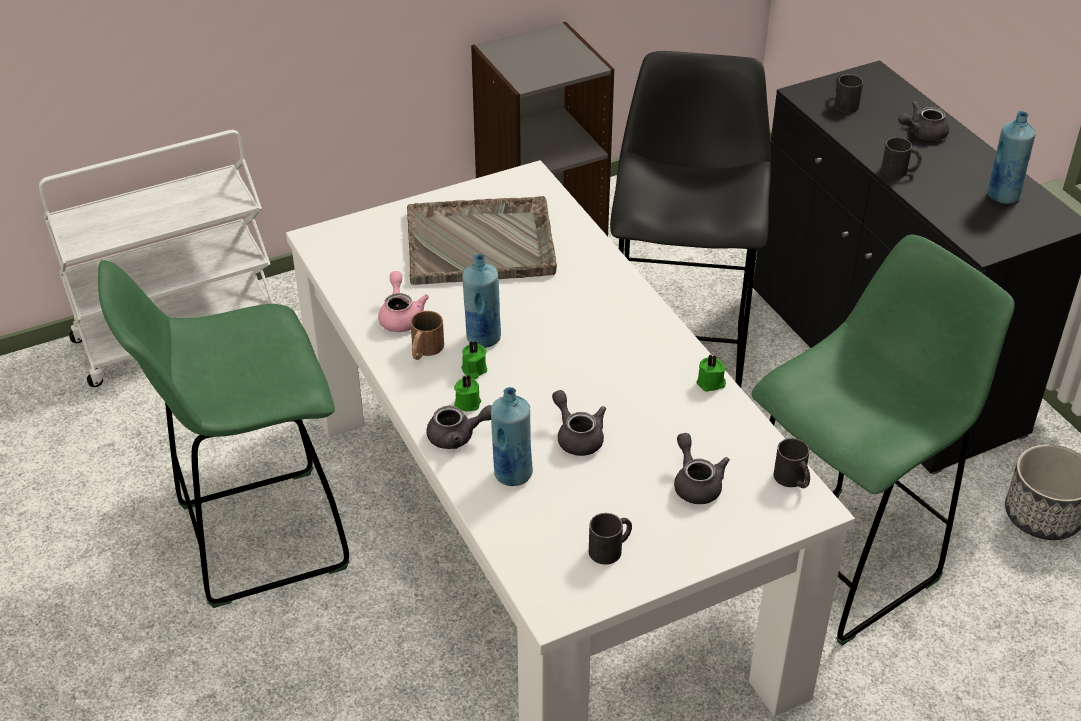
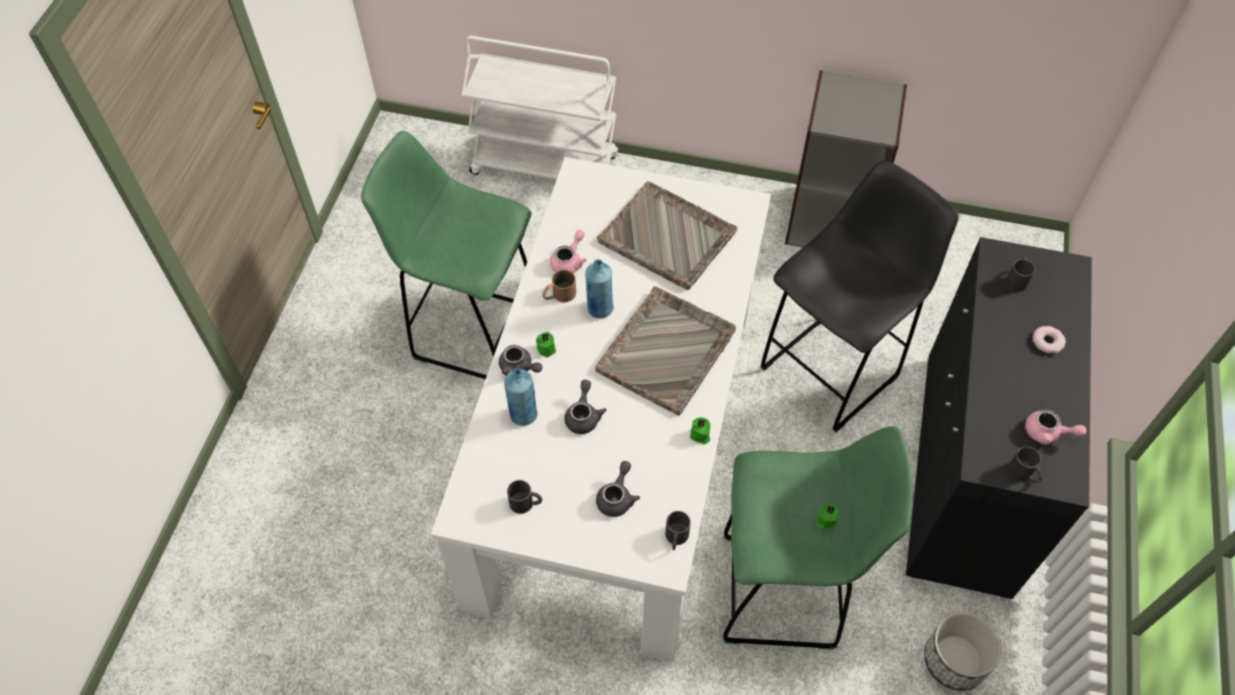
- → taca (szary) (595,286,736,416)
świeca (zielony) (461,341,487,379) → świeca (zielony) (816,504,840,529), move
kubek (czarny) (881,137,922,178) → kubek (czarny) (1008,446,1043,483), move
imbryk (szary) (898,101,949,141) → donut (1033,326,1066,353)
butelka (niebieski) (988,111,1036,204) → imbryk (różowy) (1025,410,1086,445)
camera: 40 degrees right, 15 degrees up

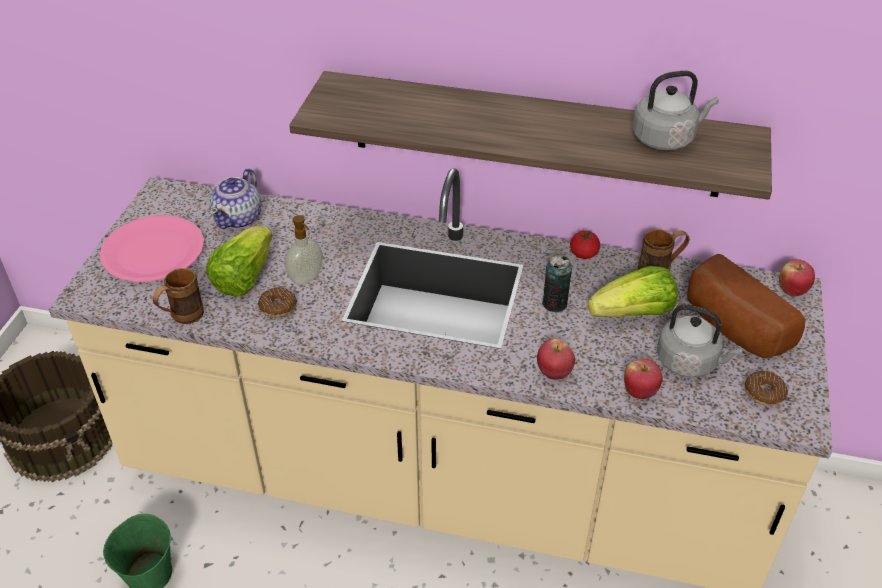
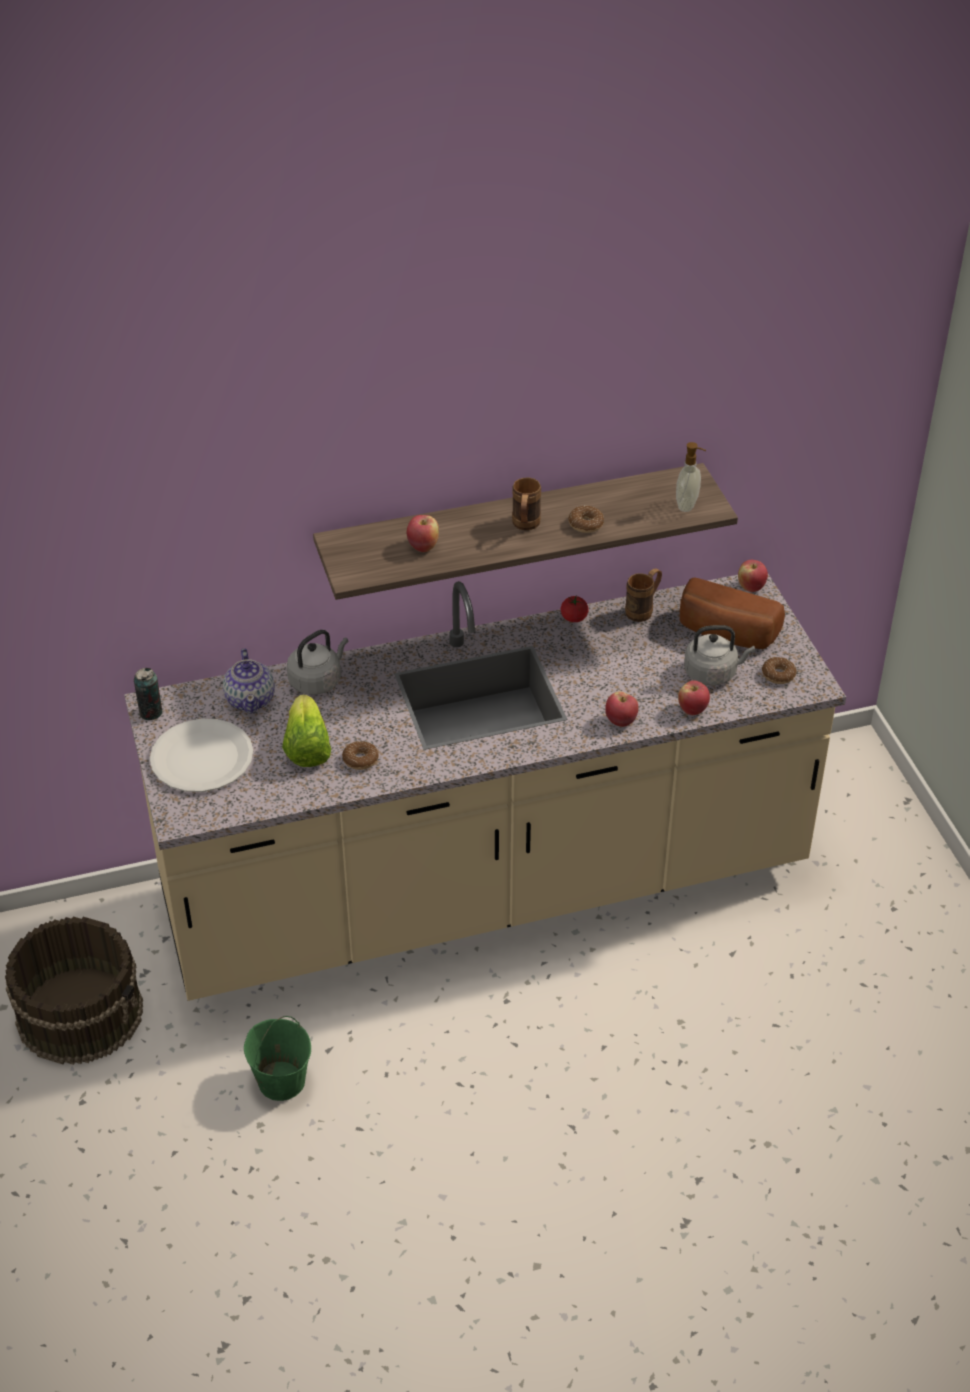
sałata (588,266,677,317) → -
- → jabłko (407,515,439,552)
- → donut (568,506,604,533)
kubek (brązowy) (153,268,204,324) → kubek (brązowy) (512,477,541,530), move
dozownik mydła (285,215,323,285) → dozownik mydła (676,442,706,512), move
puszka (542,255,572,312) → puszka (134,668,162,720), move
czajnik (szary) (632,71,719,151) → czajnik (szary) (287,630,348,695), move
talerz (różowy) (100,215,204,282) → talerz (biały) (150,719,253,792)
camera: 30 degrees left, 0 degrees up

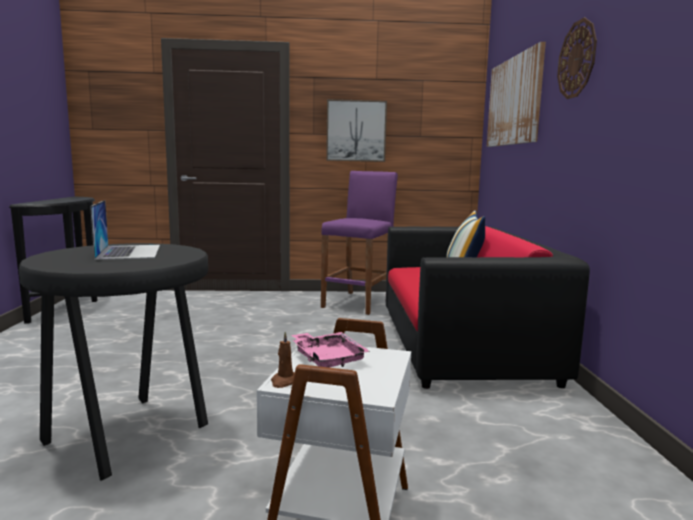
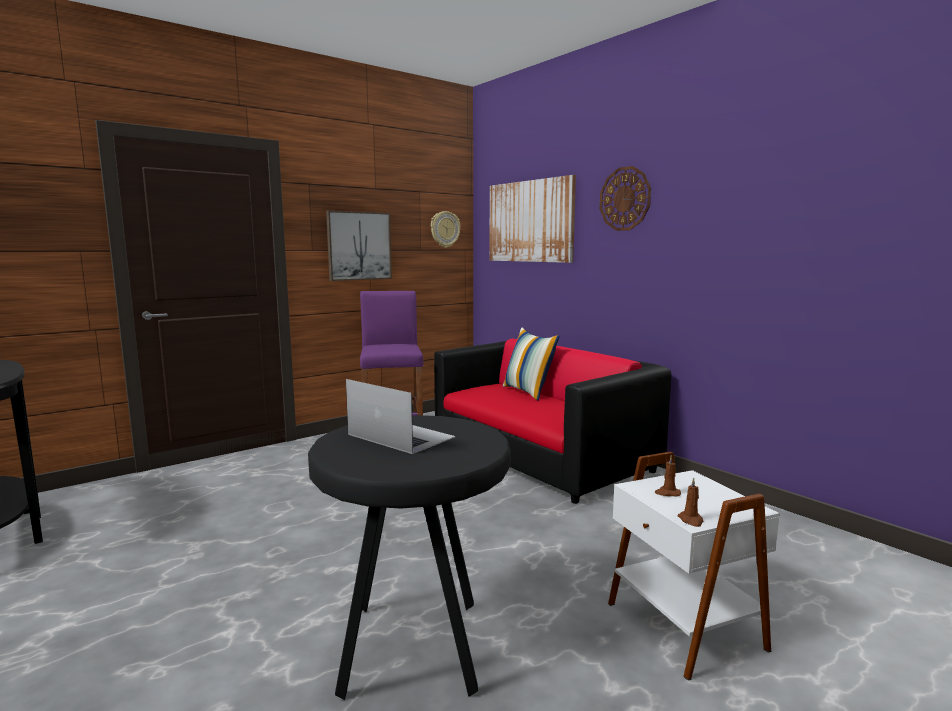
- → zegar ścienny (431,211,461,248)
taca (różowy) (292,332,369,368) → świeca (brązowy) (655,455,681,496)
camera: 35 degrees left, 0 degrees up

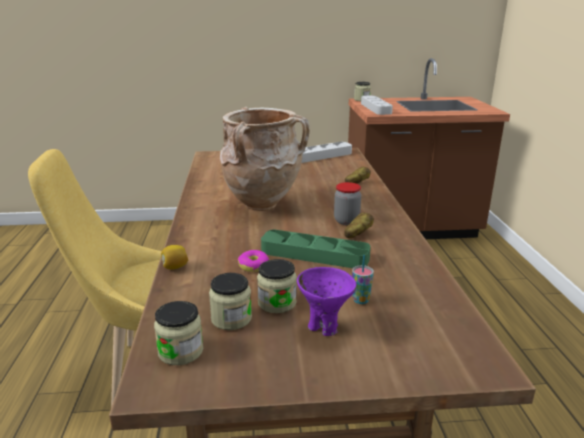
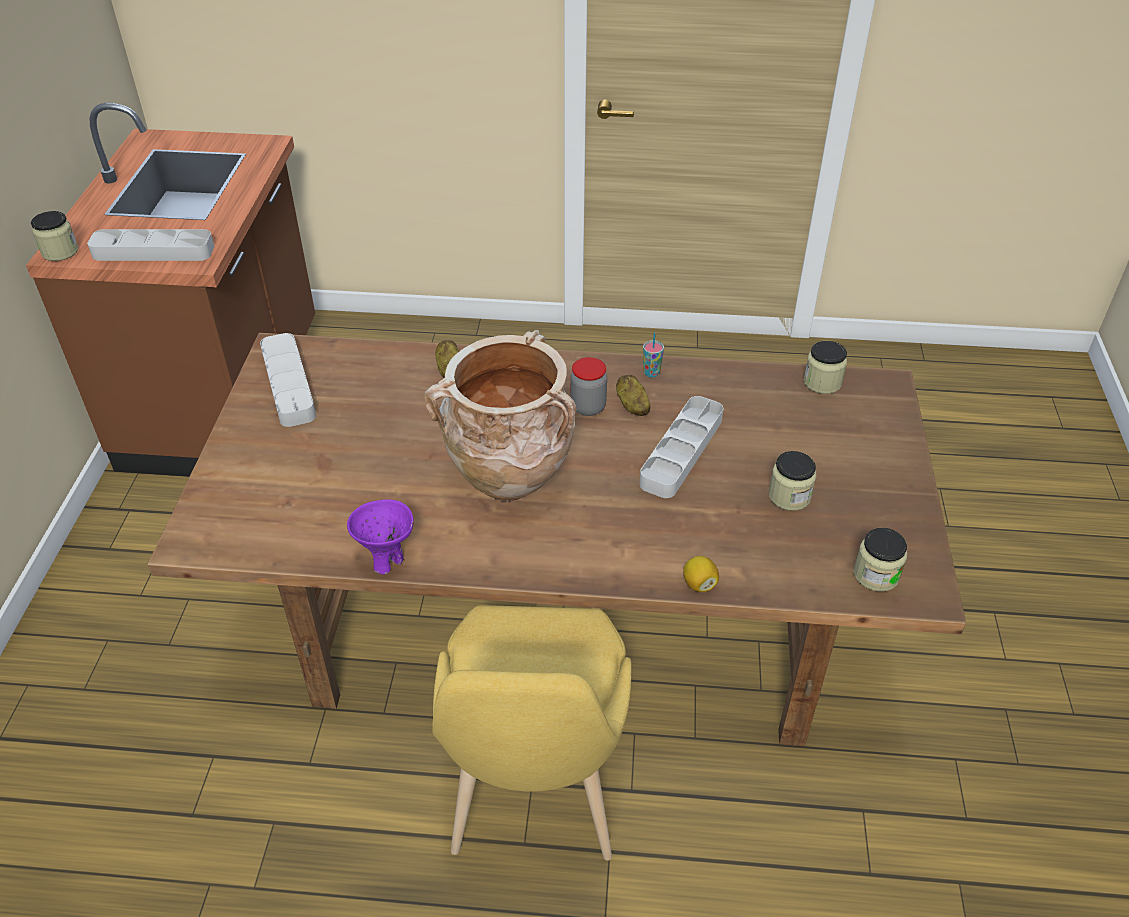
donut (238,250,269,272) → -
słoik (209,273,252,330) → słoik (804,341,847,394), move
miska (fioletowy) (297,267,357,336) → miska (fioletowy) (347,499,414,574), move
filiżanka (352,255,374,304) → filiżanka (643,333,664,378), move
taca (zielony) (261,230,371,268) → taca (szary) (639,396,723,498)
camera: 80 degrees left, 20 degrees up

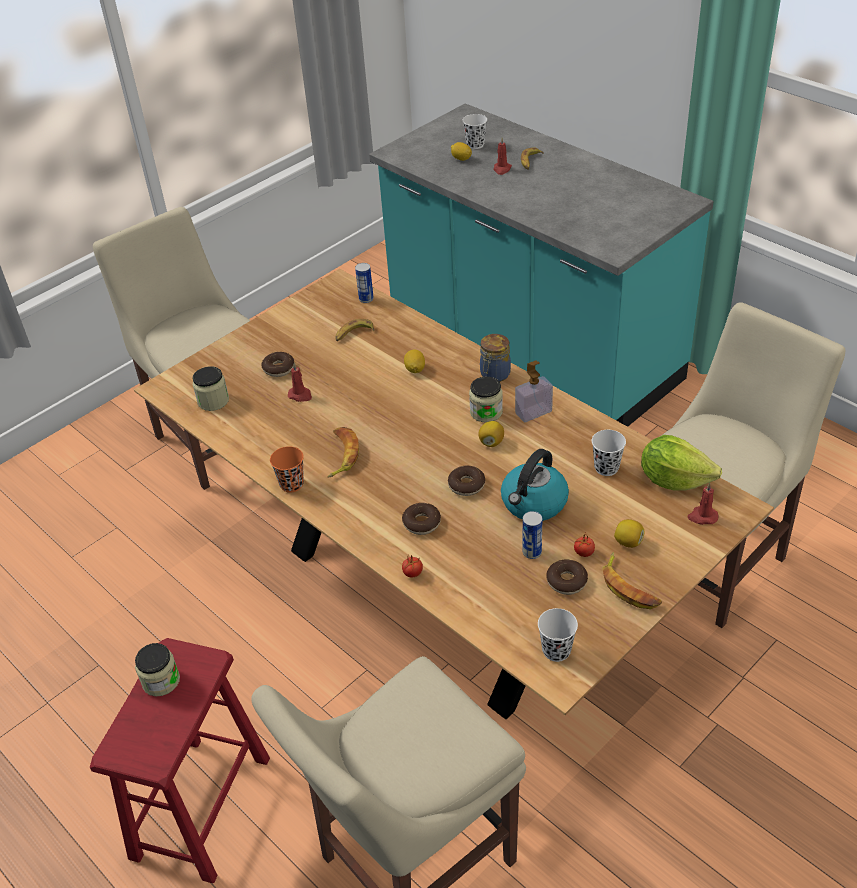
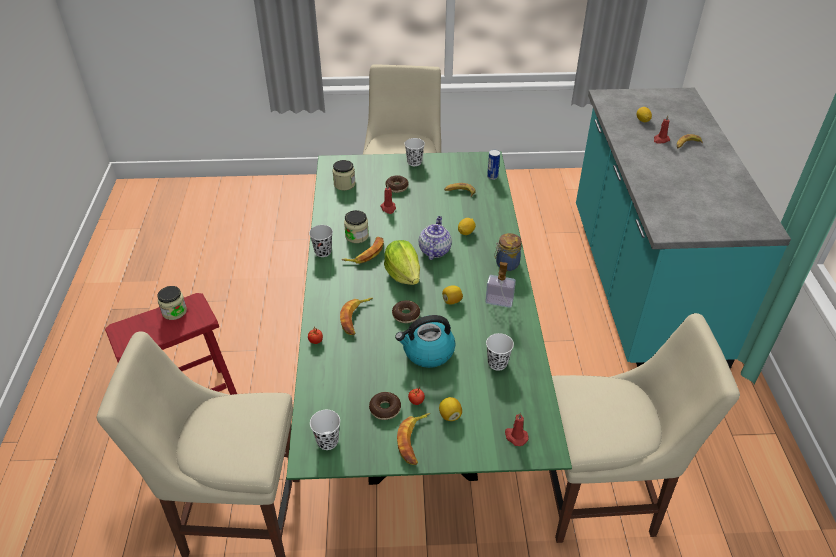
puszka (522,511,543,559) → -
- → imbryk (418,216,452,260)
filiżanka (biały) (463,114,487,149) → filiżanka (biały) (404,138,425,166), move
słoik (469,377,503,422) → słoik (344,210,369,243), move
sałata (641,435,722,491) → sałata (384,240,420,285), move
donut (402,503,441,535) → banan (340,298,373,335)
stół jadalny (brązowy) (134,269,774,719) → stół jadalny (zielony) (286,151,572,485)
filiżanka (pomarańczowy) (270,446,304,493) → filiżanka (czarny) (309,225,333,257)
camera: 40 degrees right, 0 degrees up

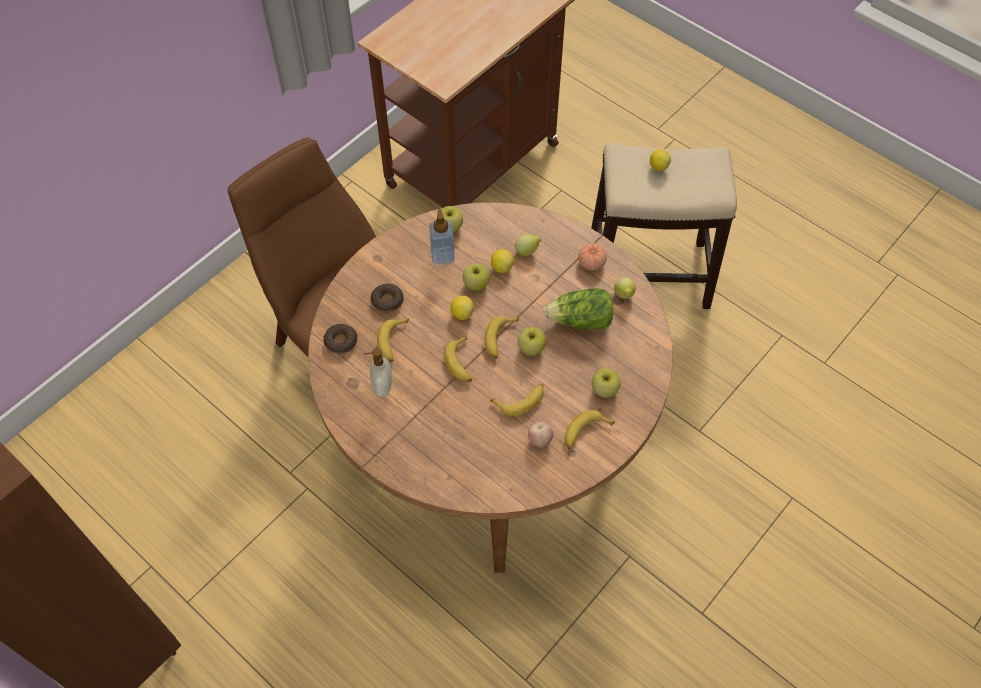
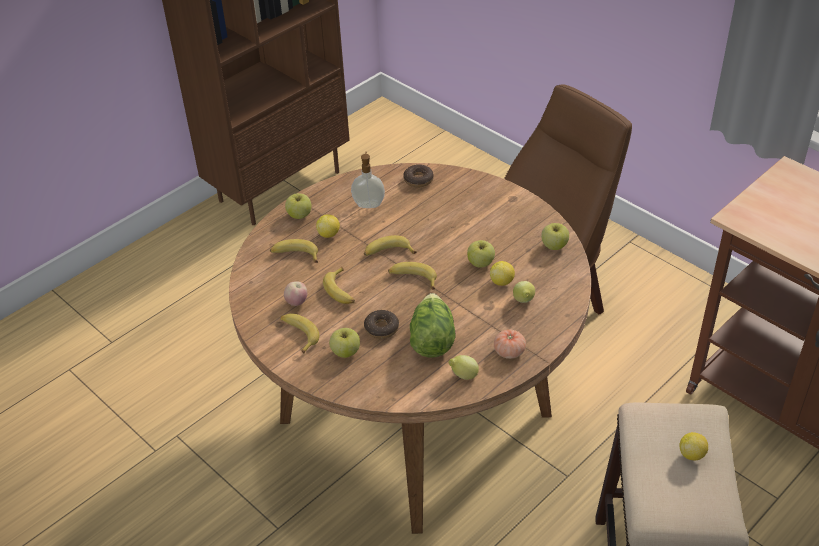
dozownik mydła (429,209,455,264) → -
donut (371,284,404,313) → donut (364,310,399,339), move
banan (377,318,409,362) → banan (270,239,318,263), move
cytryna (451,295,474,320) → cytryna (316,214,340,238), move
jabłko (518,327,546,356) → jabłko (285,193,311,219), move
camera: 95 degrees right, 15 degrees down

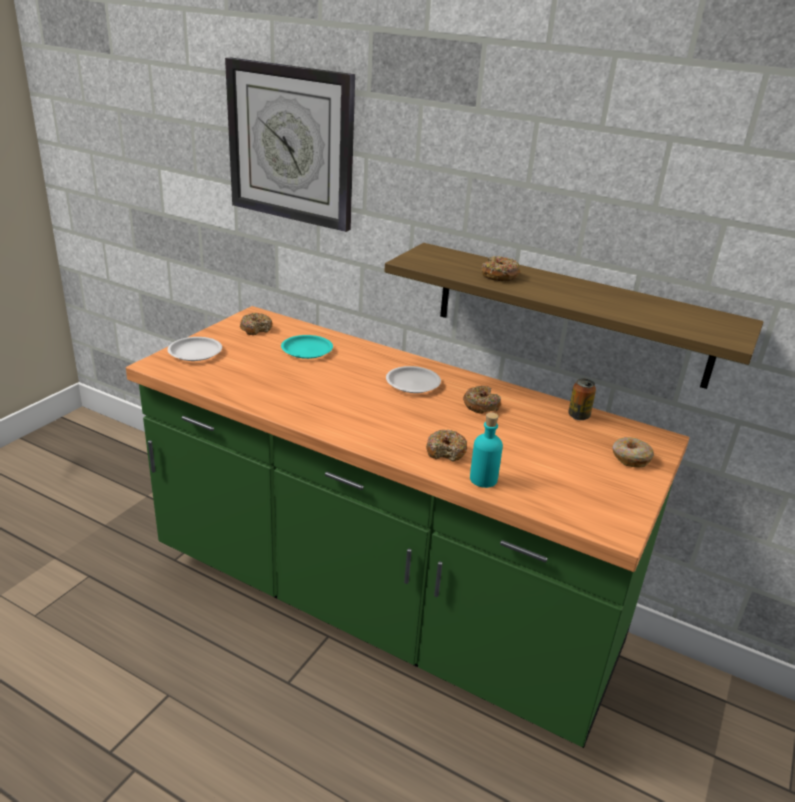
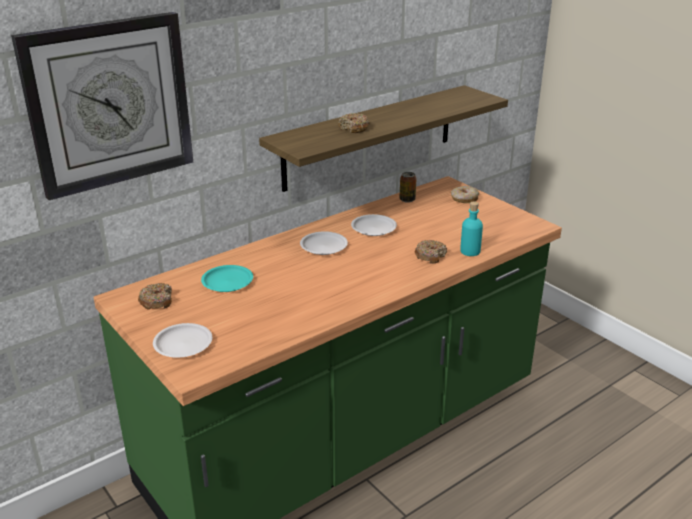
donut (463,386,501,414) → talerz (biały) (351,214,397,236)
camera: 65 degrees left, 0 degrees up

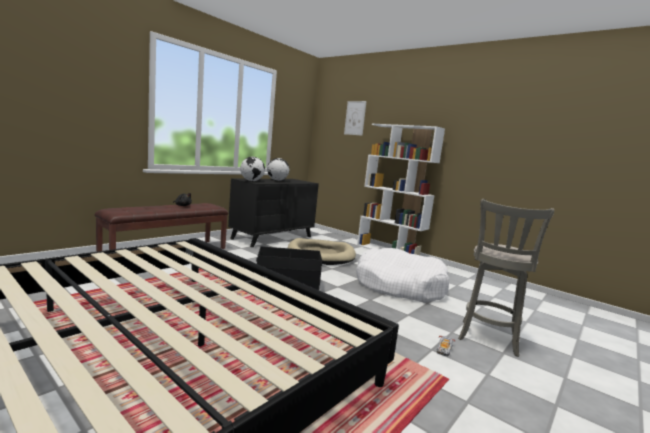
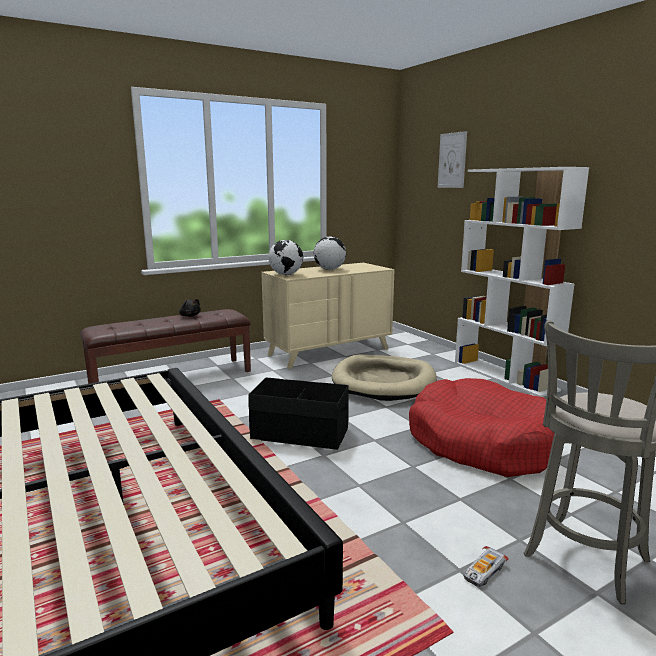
komoda (czarny) (228,178,319,247) → komoda (beżowy) (261,263,395,369)
legowisko (biały) (356,248,449,303) → legowisko (czerwony) (409,378,555,477)
camera: 20 degrees right, 5 degrees up

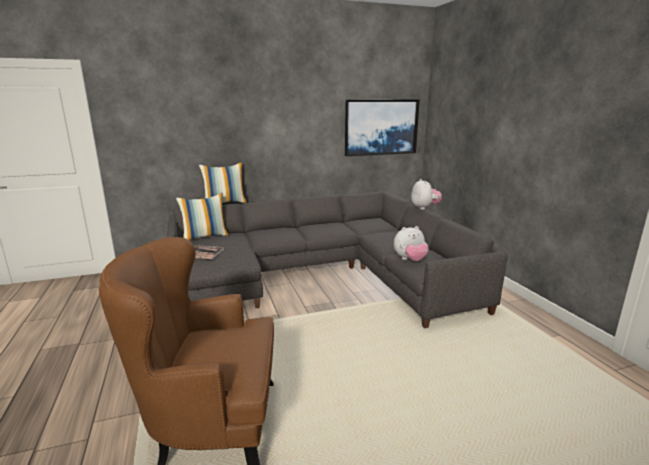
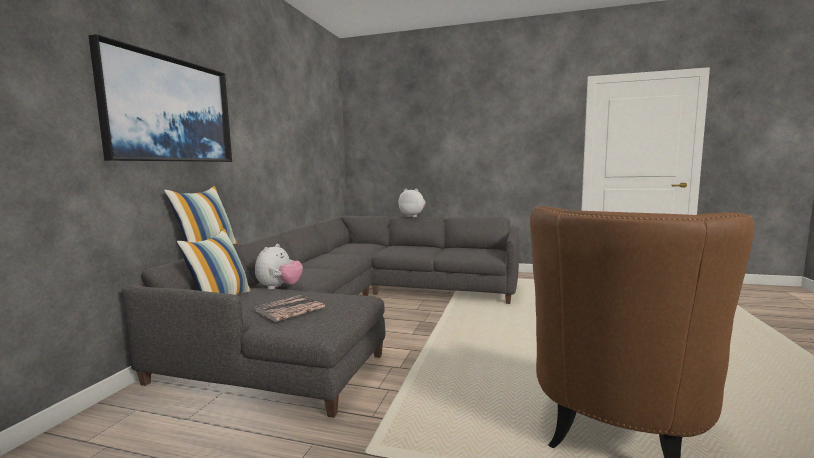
obraz (345,100,420,156) → obraz (88,34,232,162), move
pluszak (394,226,429,261) → pluszak (255,244,303,289), move
camera: 55 degrees left, 10 degrees down

